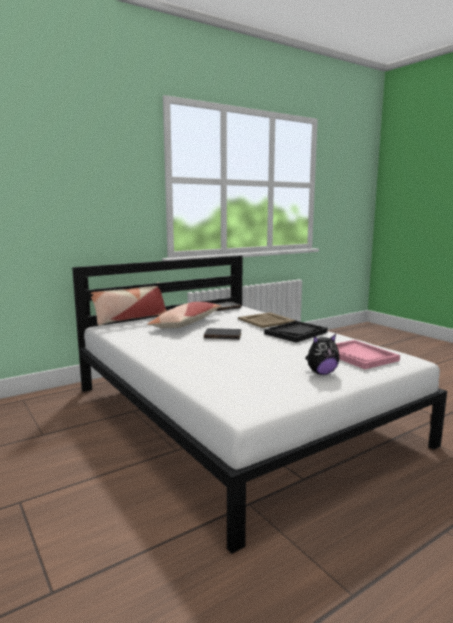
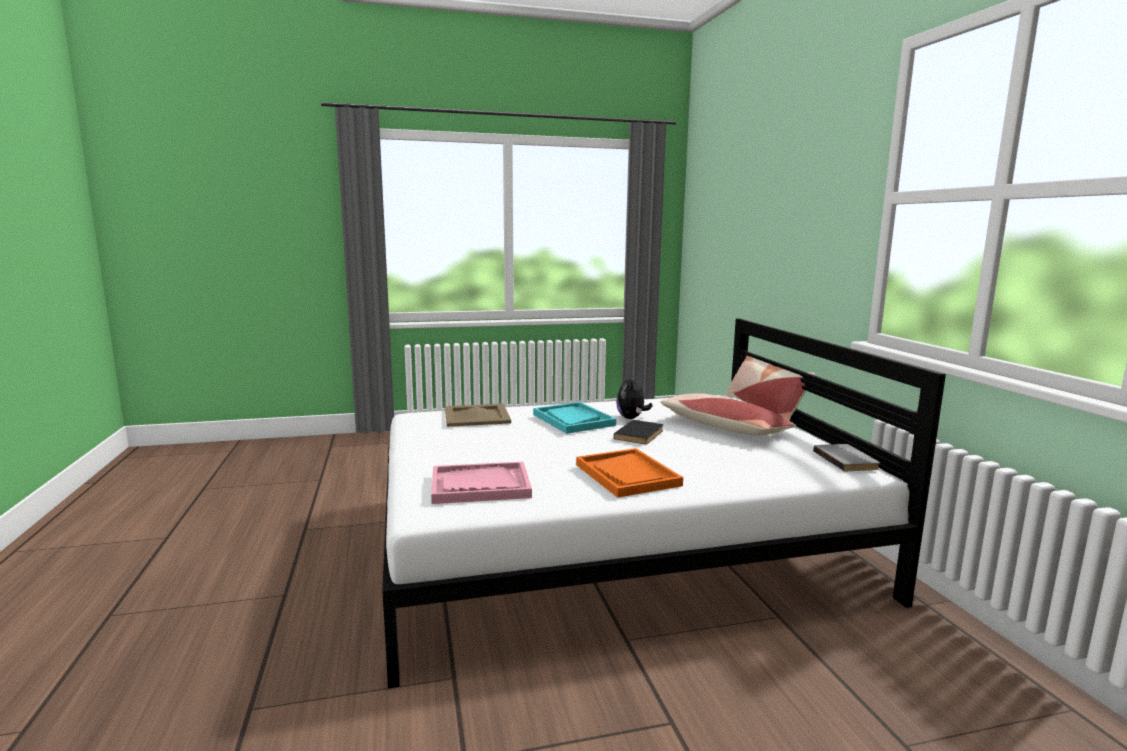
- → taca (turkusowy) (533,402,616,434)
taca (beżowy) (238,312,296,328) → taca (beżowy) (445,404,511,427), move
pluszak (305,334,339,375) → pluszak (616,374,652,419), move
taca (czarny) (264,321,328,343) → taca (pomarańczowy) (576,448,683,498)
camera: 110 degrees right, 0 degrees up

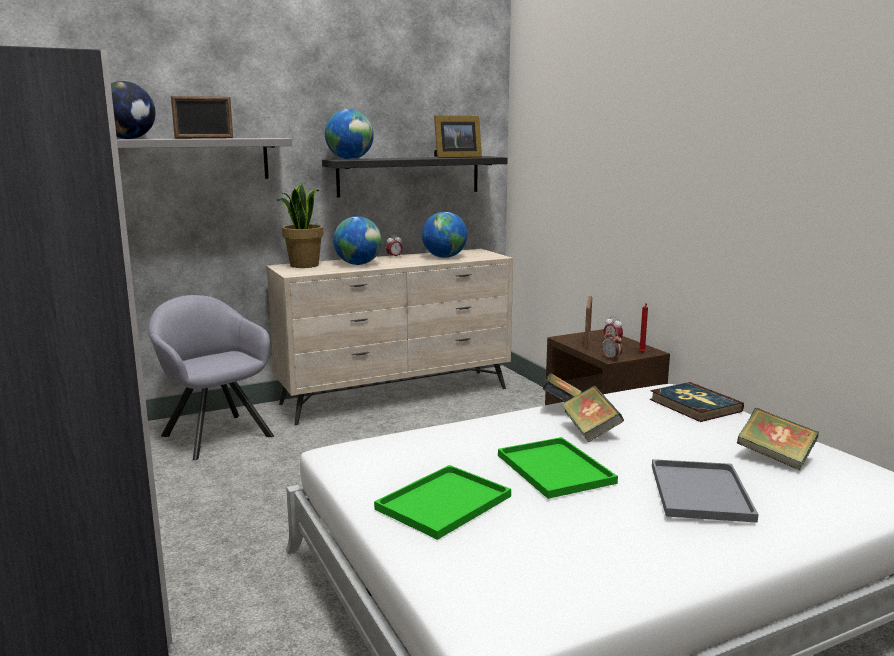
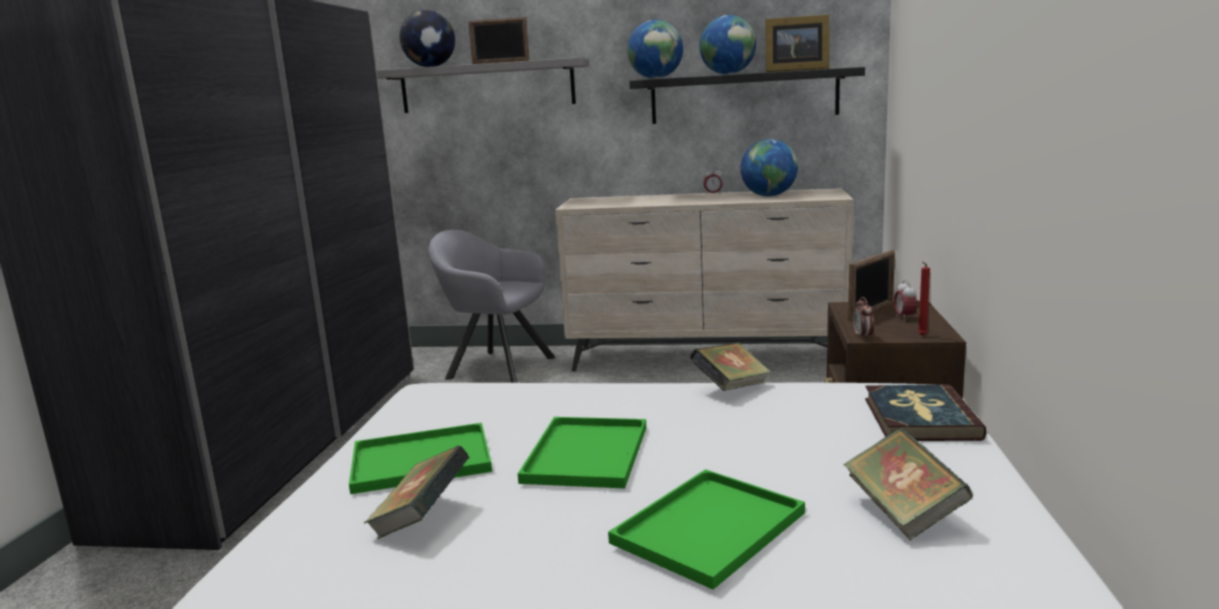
roślina doniczkowa (277,184,323,268) → -
globus (333,216,382,265) → globus (699,15,756,75), move
książka (561,386,624,442) → książka (364,446,470,539), move
taca (szary) (652,459,759,523) → taca (zielony) (608,469,805,590)
fotel (szary) (149,295,274,460) → fotel (szary) (429,230,555,383), 60 degrees counterclockwise
camera: 35 degrees right, 0 degrees up

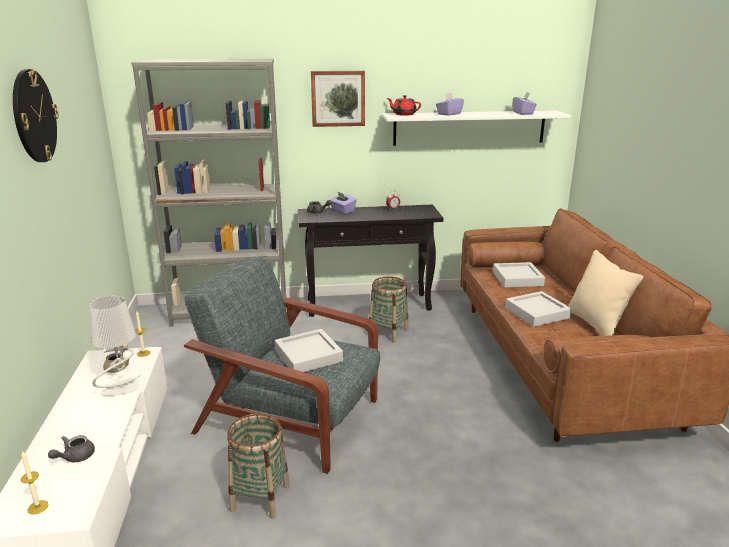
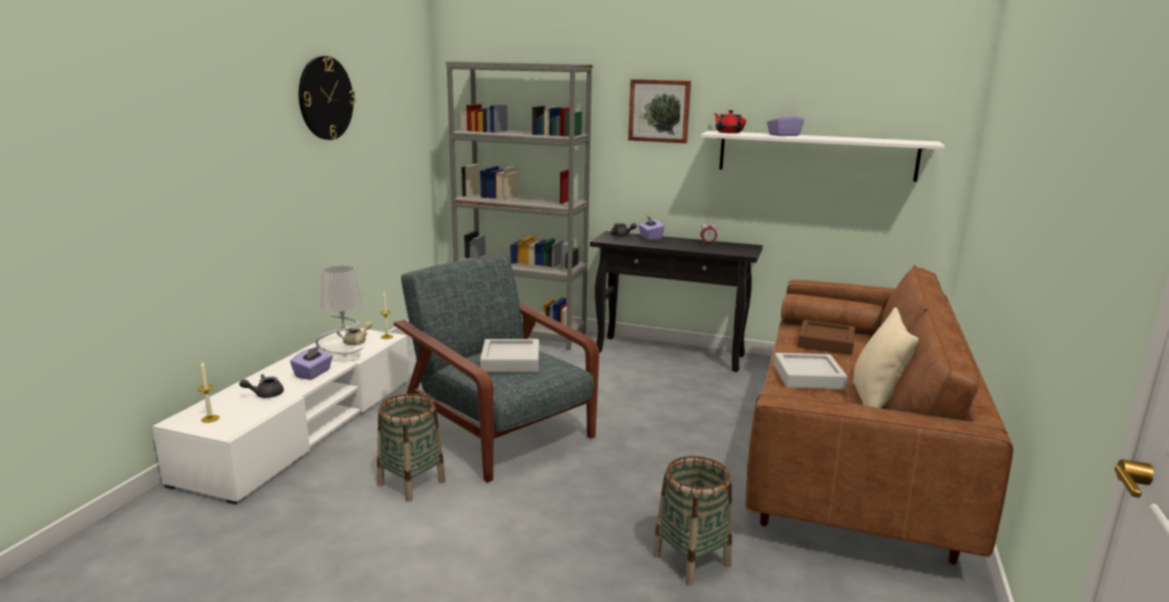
koszyk (369,276,409,343) → koszyk (653,456,732,585), move
pudełko chusteczek (fioletowy) (513,92,537,115) → pudełko chusteczek (fioletowy) (290,345,333,380), move
taca (szary) (493,262,545,288) → taca (brązowy) (798,320,855,355)
camera: 25 degrees right, 5 degrees down

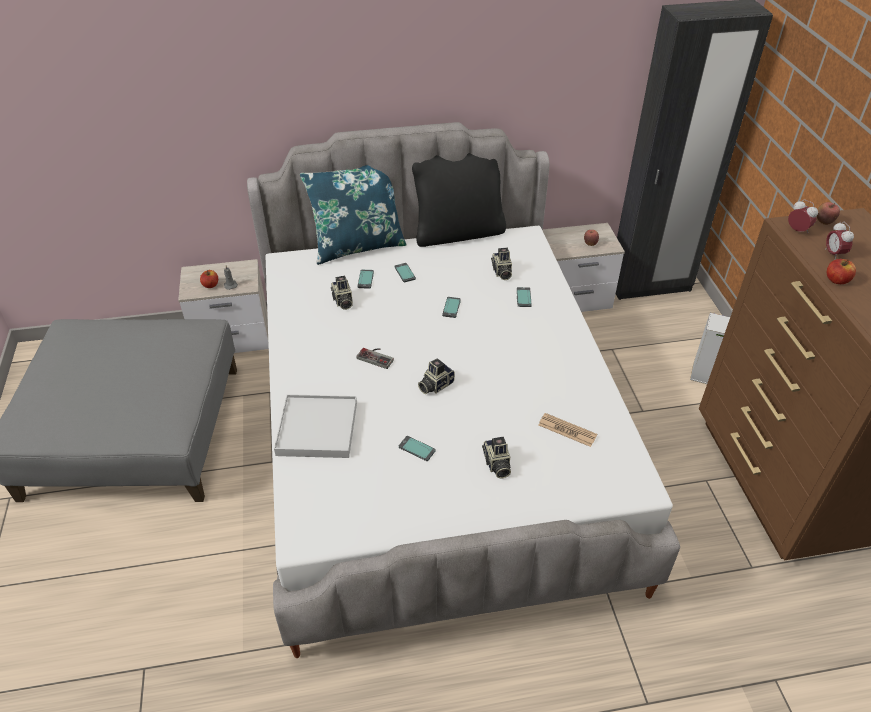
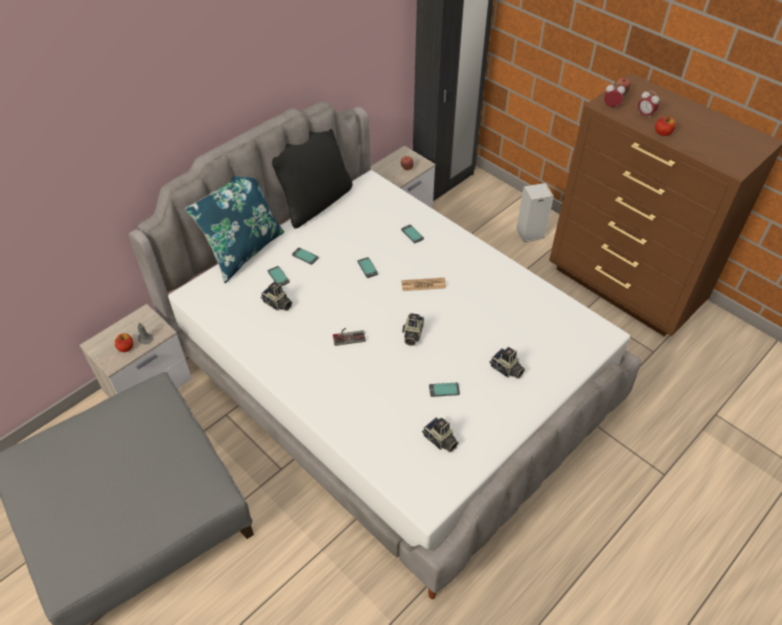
taca (biały) (274,394,357,458) → -
aparat fotograficzny (491,248,512,280) → aparat fotograficzny (422,417,459,452), move
gazeta (539,413,597,447) → gazeta (401,278,446,291), move
camera: 35 degrees left, 5 degrees up

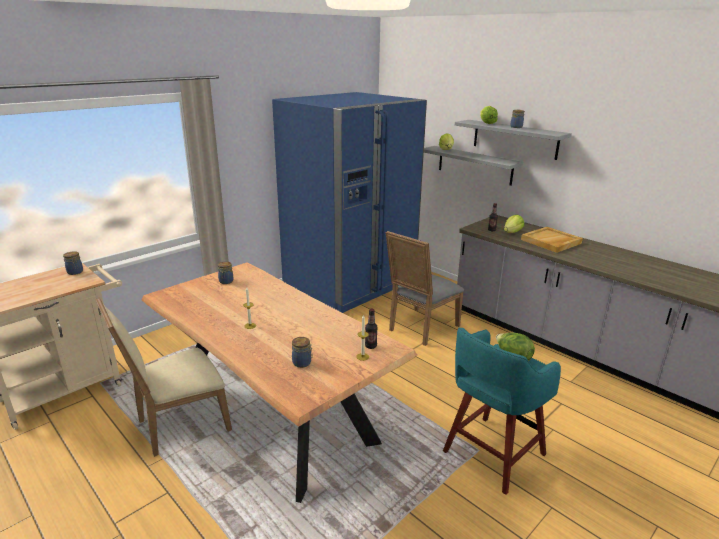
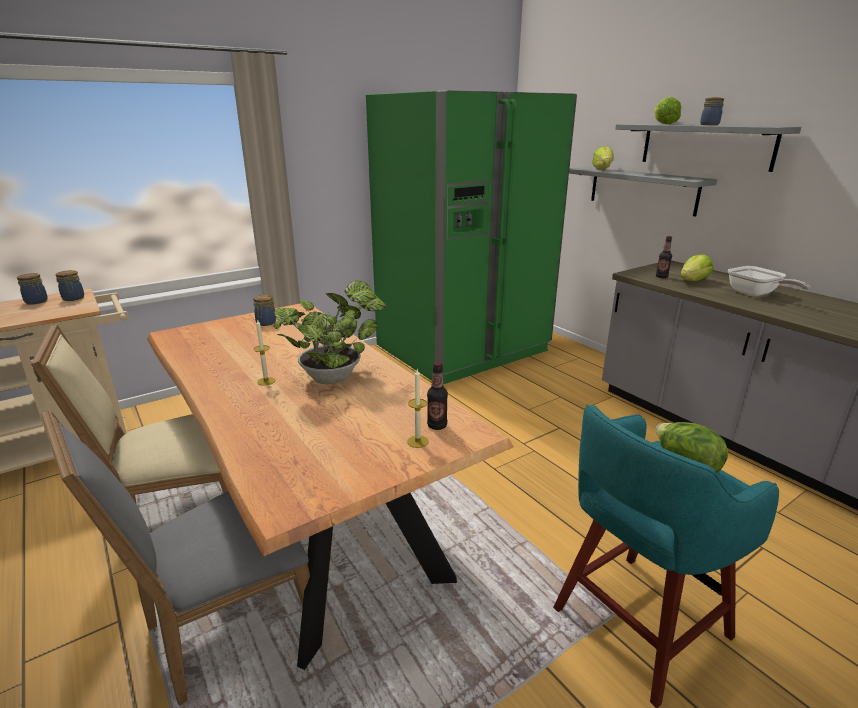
- → roślina doniczkowa (274,280,386,384)
słoik (292,337,313,368) → słoik (17,273,48,304), move
krzesło (szary) (386,231,464,346) → krzesło (szary) (41,409,310,706), move
taca (beżowy) (521,227,583,253) → patelnia (728,266,810,296)
lodówka (niebieski) (272,92,427,313) → lodówka (zielony) (366,90,577,384)
camera: 10 degrees right, 0 degrees up

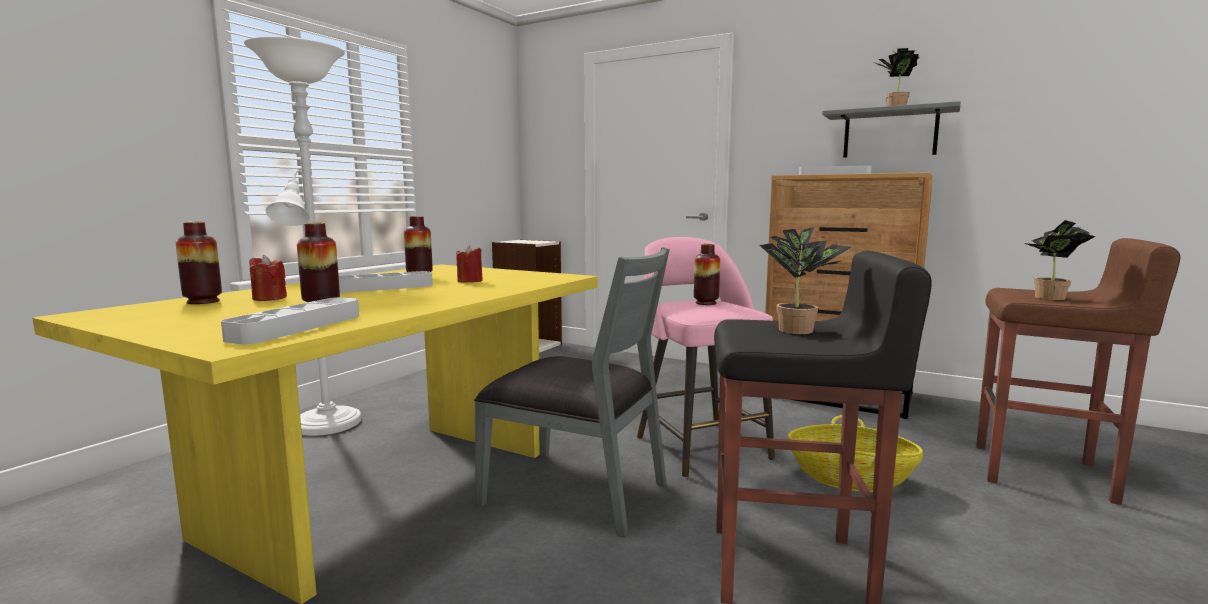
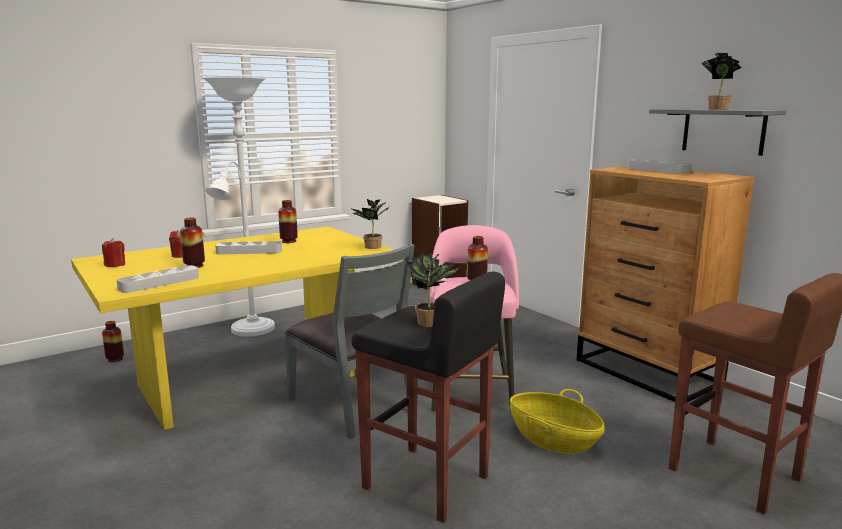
wazon (176,222,222,304) → wazon (102,321,124,362), move
świeca (czerwony) (456,245,483,283) → świeca (czerwony) (102,238,125,267), move
roślina doniczkowa (1025,220,1096,300) → roślina doniczkowa (350,199,390,249), move
camera: 25 degrees right, 5 degrees up

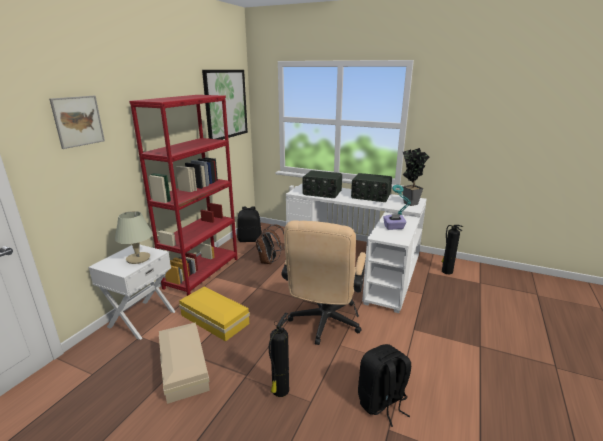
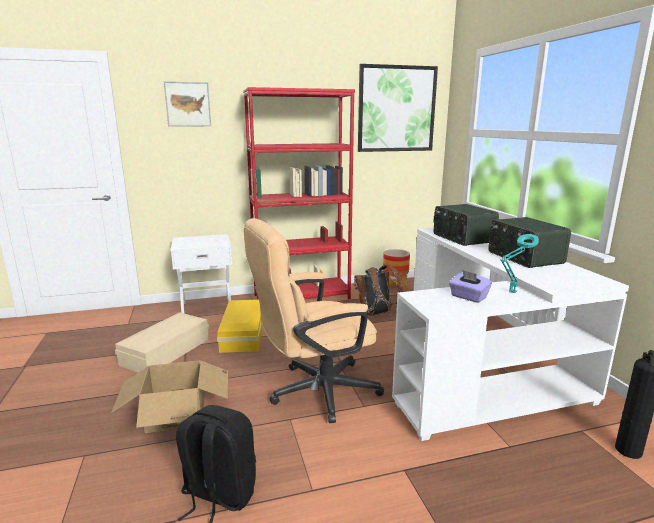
lampa stołowa (beżowy) (115,211,153,264) → -
roślina doniczkowa (402,148,429,206) → -
plecak (czarny) (237,206,262,242) → donica (383,249,410,292)
gaśnica (269,313,289,397) → karton (111,360,228,433)
camera: 50 degrees right, 5 degrees down

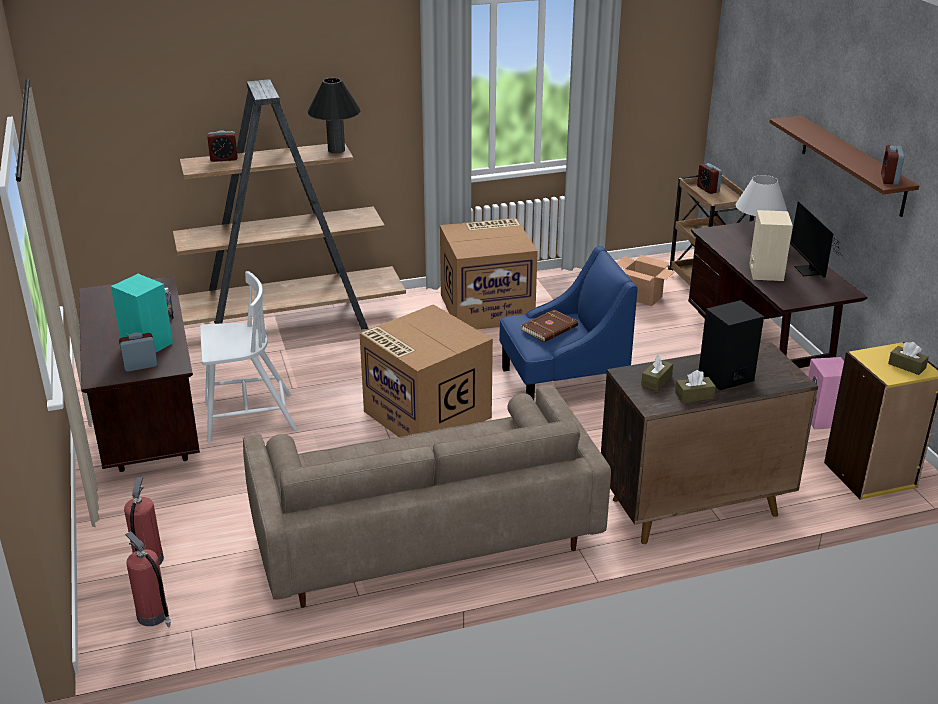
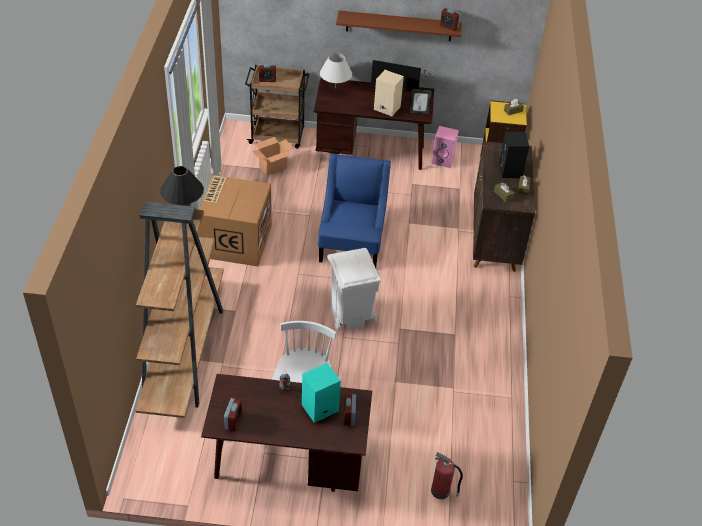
gaśnica (125,531,171,627) → -
kanapa (beżowy) (243,385,611,608) → -
książka (brązowy) (521,310,578,342) → -
- → ramka na zdjęcie (409,89,432,115)
budzik (208,130,238,162) → budzik (224,398,242,431), move
karton (359,304,493,437) → kosz na śmieci (biały) (327,248,381,331)
camera: 70 degrees left, 15 degrees up

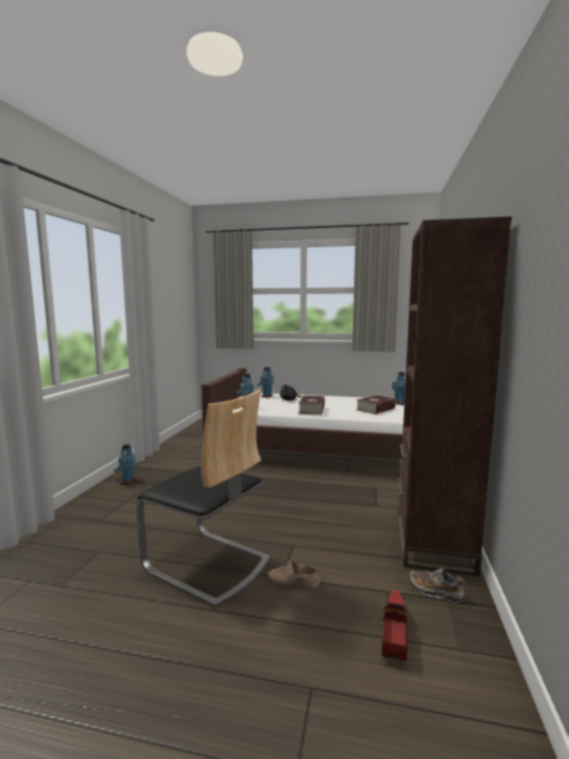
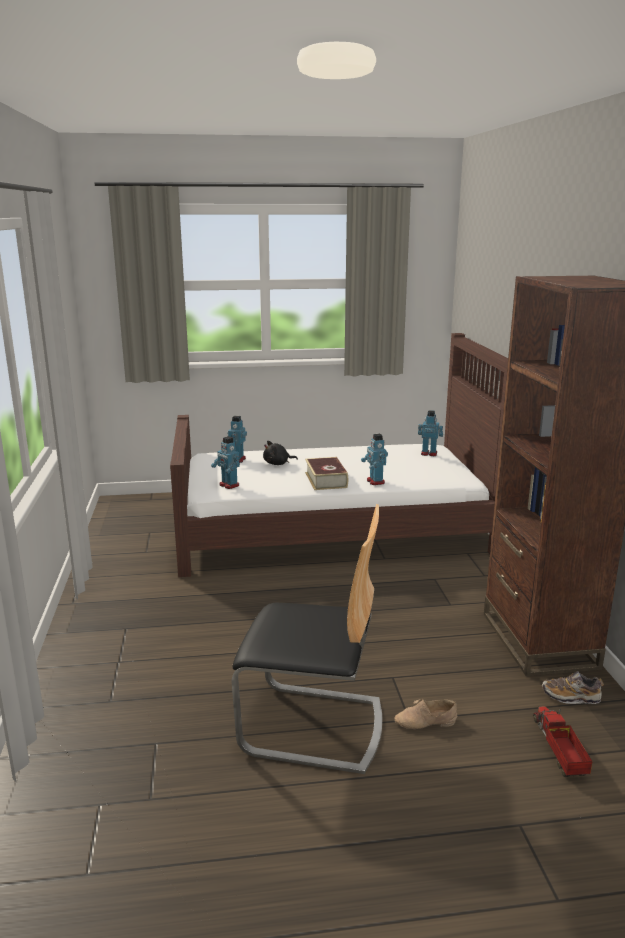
książka (356,395,396,414) → -
robot zabawkowy (114,444,136,484) → robot zabawkowy (361,434,388,485), move
camera: 20 degrees left, 10 degrees up

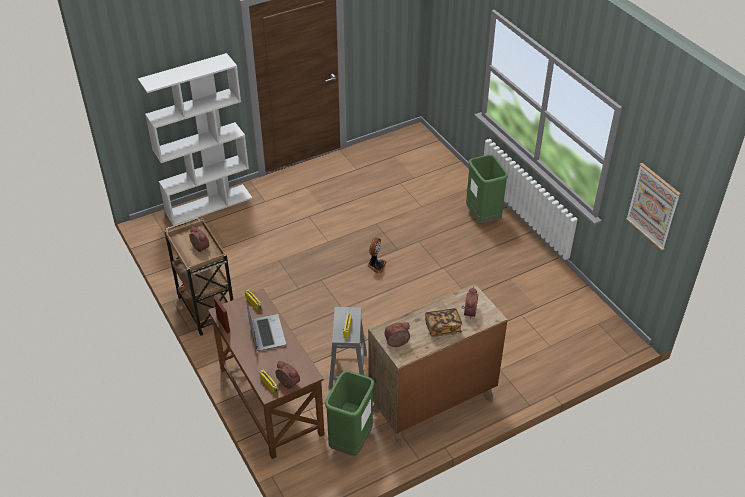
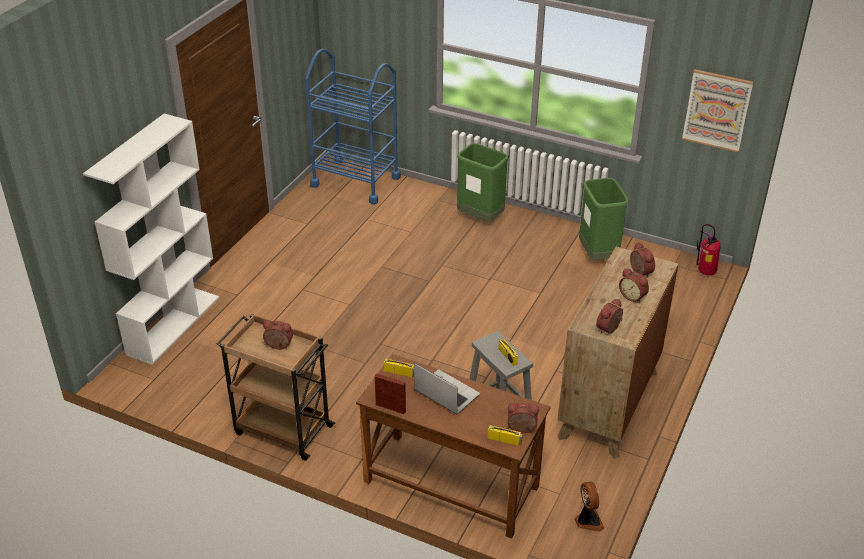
- → wózek (niebieski) (305,49,401,204)
- → gaśnica (696,224,721,275)
kosz na śmieci (zielony) (325,371,374,456) → kosz na śmieci (zielony) (579,178,629,260), move
wentylator (367,237,387,274) → wentylator (574,481,604,531), move
książka (425,308,462,337) → budzik (619,268,649,303)
camera: 35 degrees left, 5 degrees down

